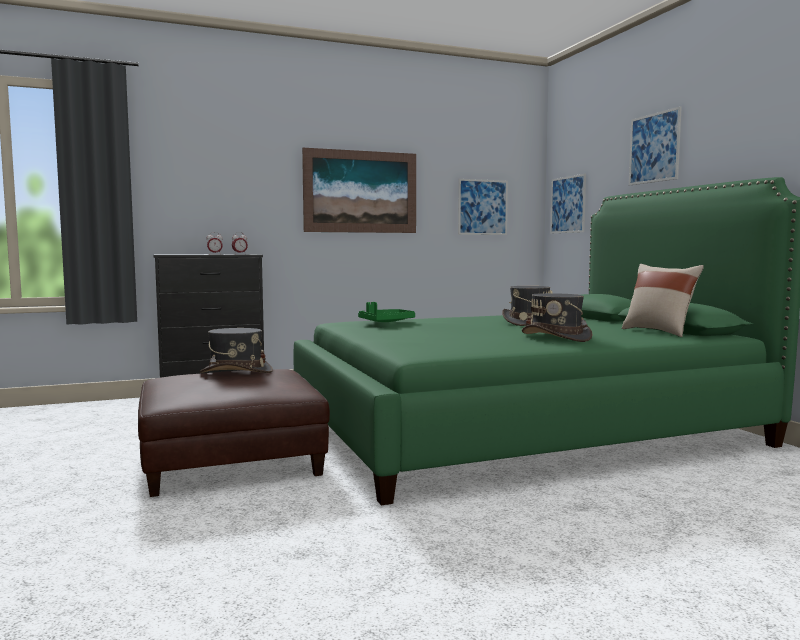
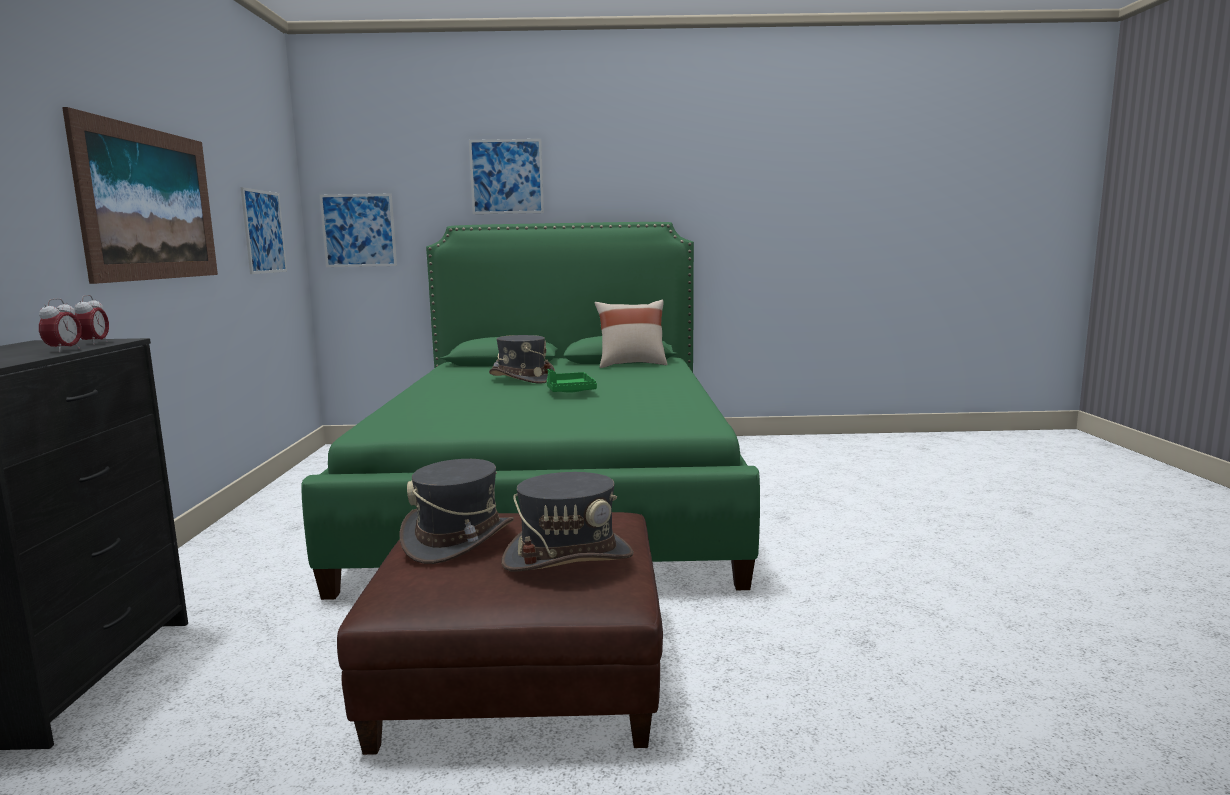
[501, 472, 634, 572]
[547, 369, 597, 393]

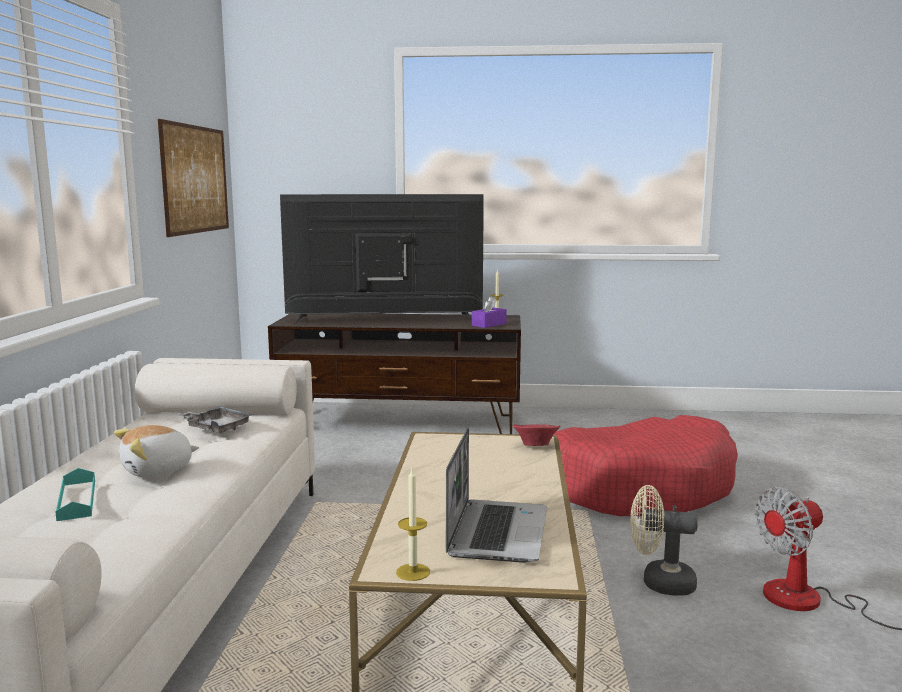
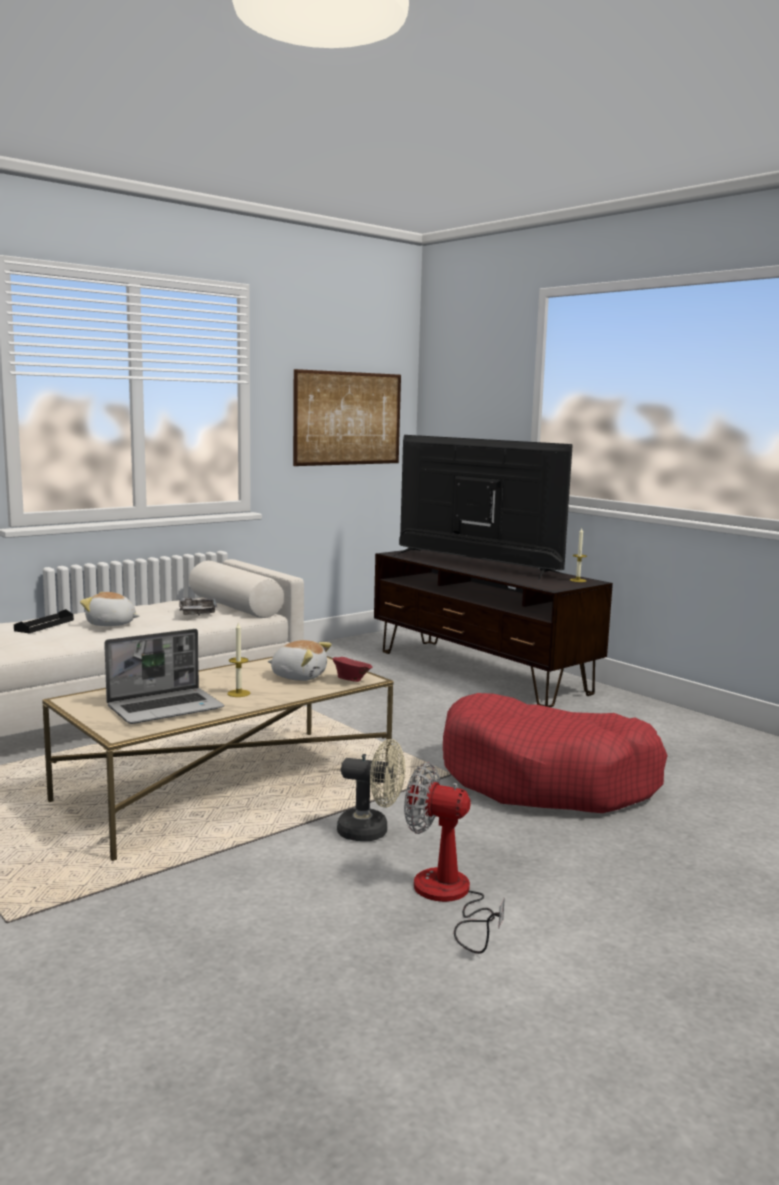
[472, 296, 507, 328] (first image)
[14, 609, 74, 633]
[227, 623, 250, 697]
[337, 739, 405, 841]
[267, 640, 332, 681]

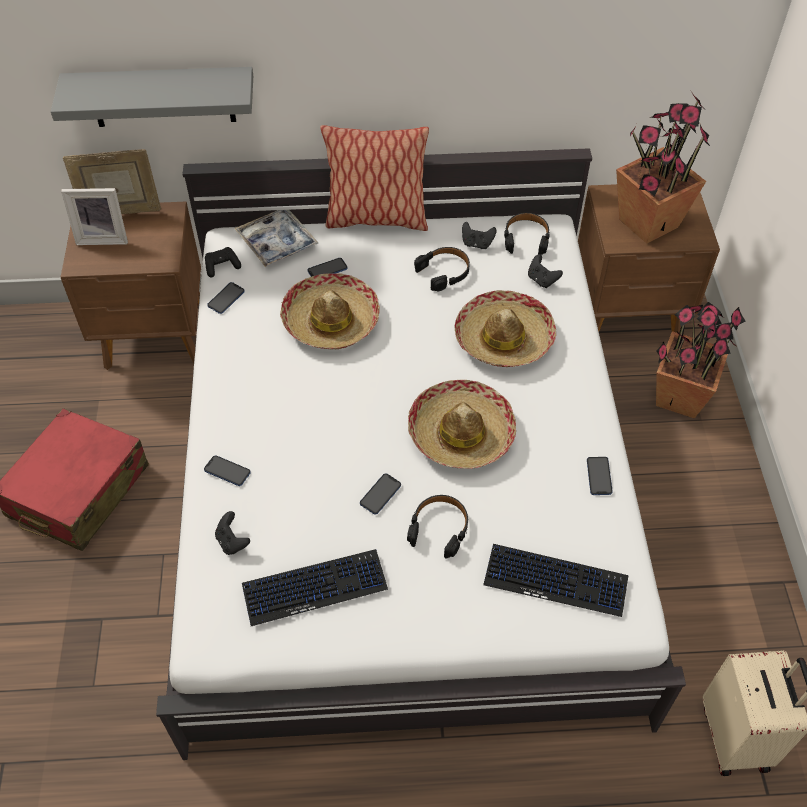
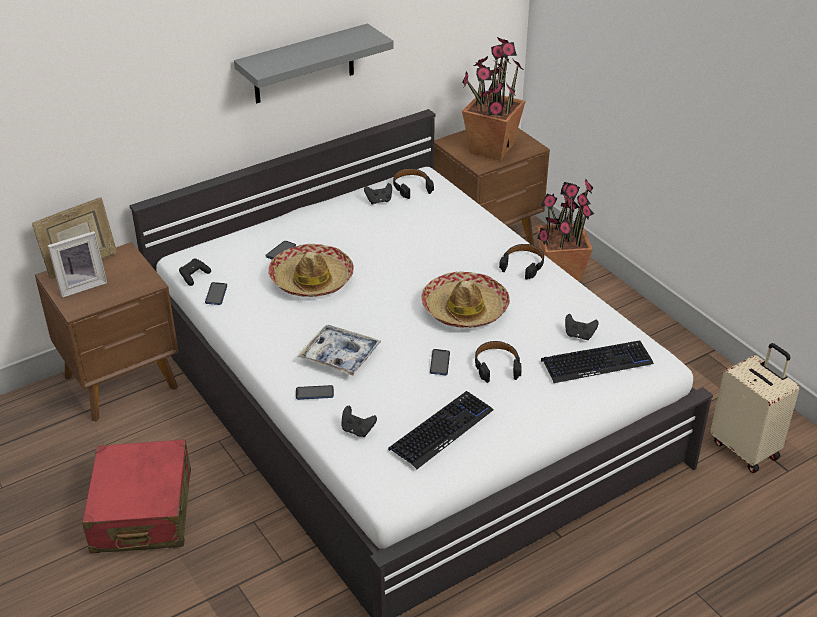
[234, 23, 393, 103]
[320, 125, 429, 231] (first image)
[297, 325, 381, 376]
[499, 244, 544, 280]
[565, 314, 599, 340]
[454, 290, 556, 367] (first image)
[587, 457, 613, 495] (first image)

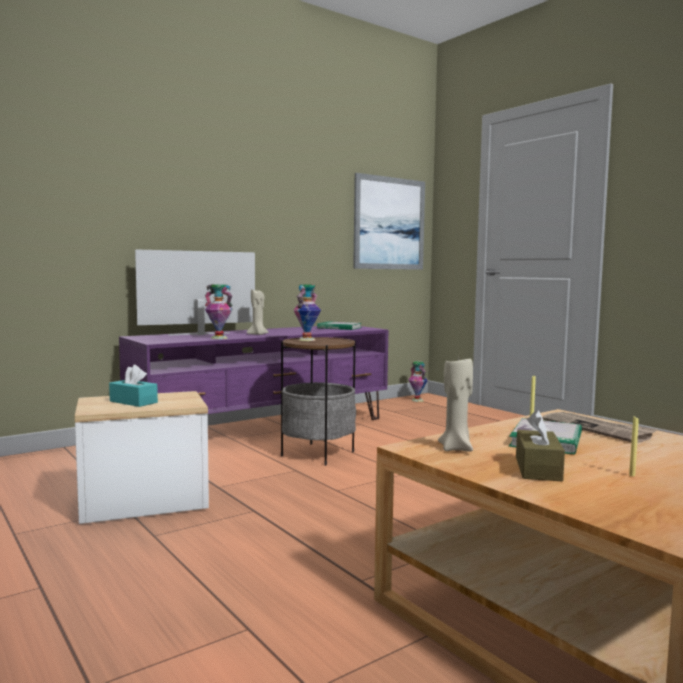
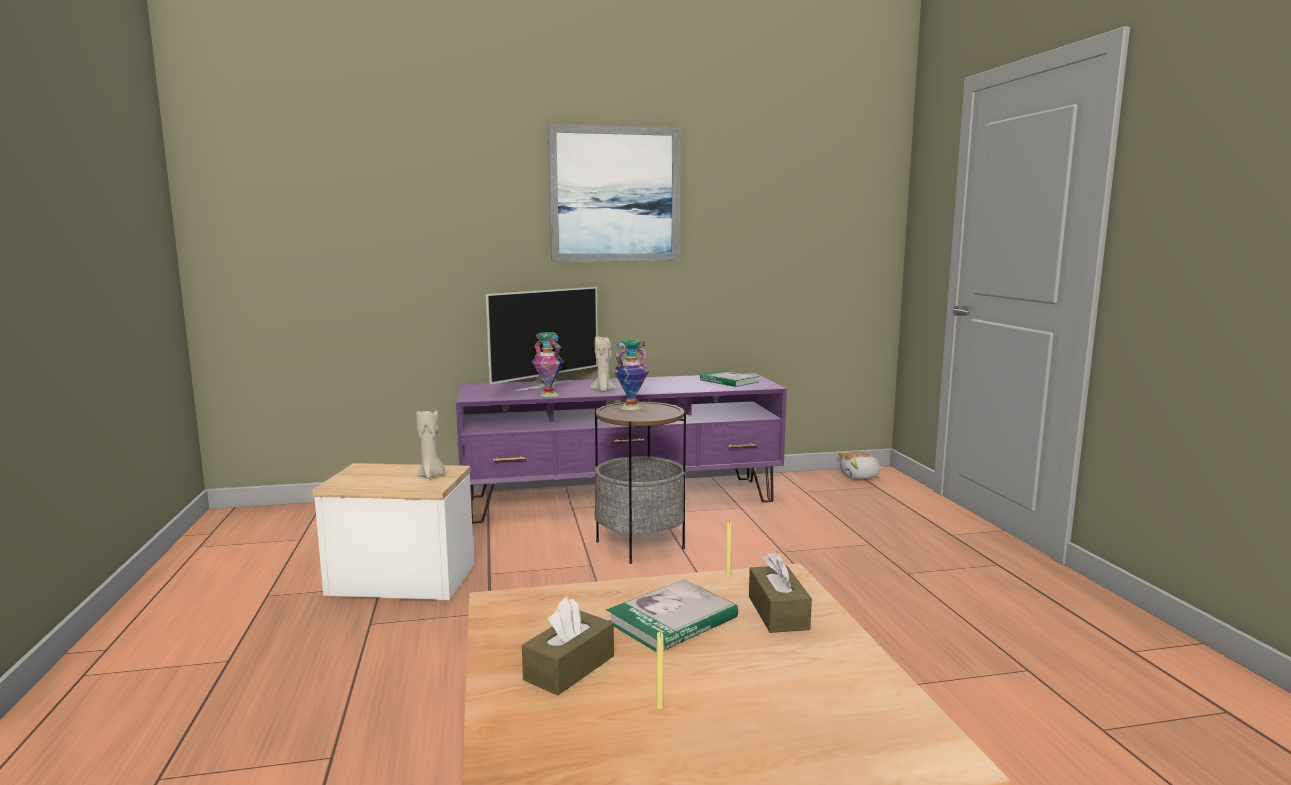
[548, 124, 680, 262]
[486, 287, 597, 391]
[416, 411, 445, 479]
[838, 451, 883, 480]
[109, 365, 158, 407] (first image)
[749, 551, 812, 633]

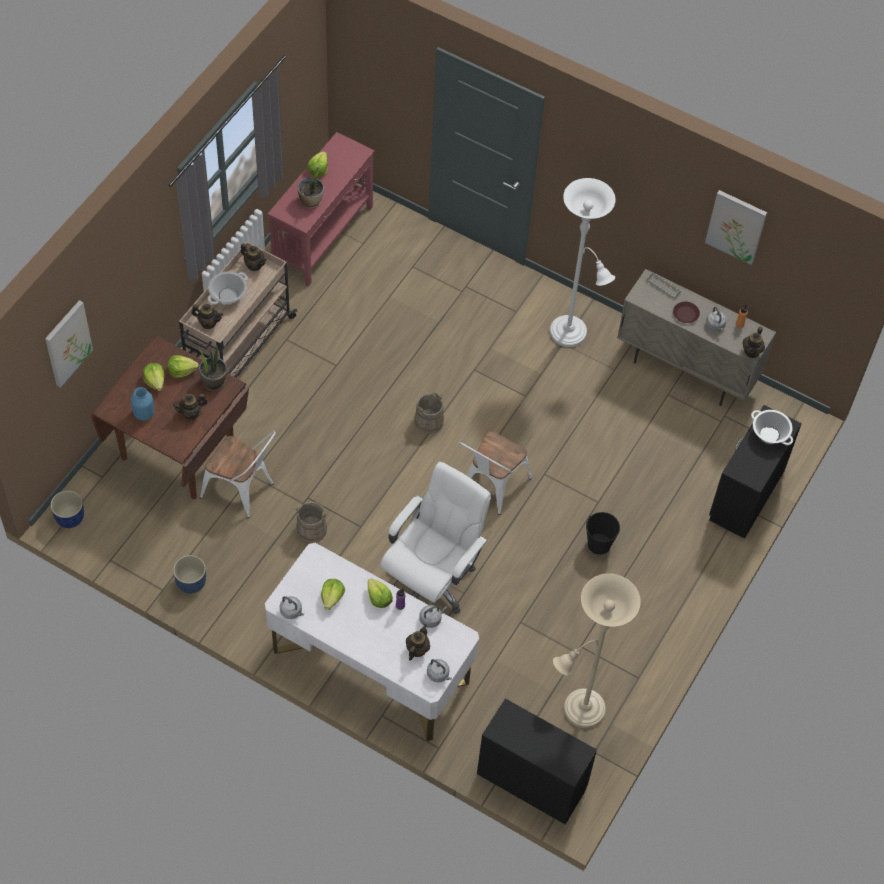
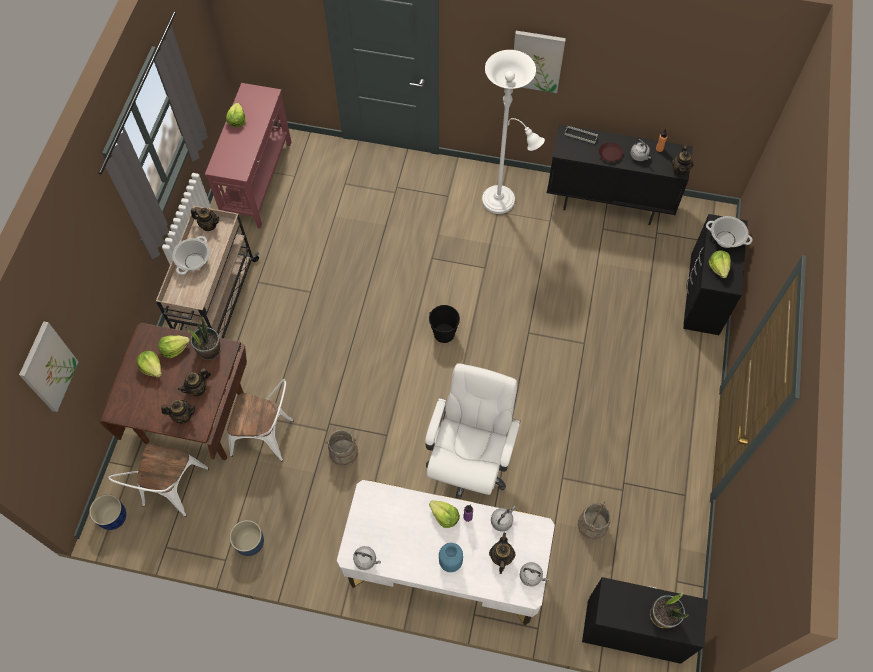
[650, 592, 689, 628]
[514, 31, 566, 93]
[547, 124, 693, 225]
[161, 400, 196, 424]
[439, 543, 463, 572]
[578, 501, 611, 540]
[108, 443, 209, 517]
[429, 305, 460, 343]
[553, 573, 641, 728] (first image)
[709, 250, 731, 278]

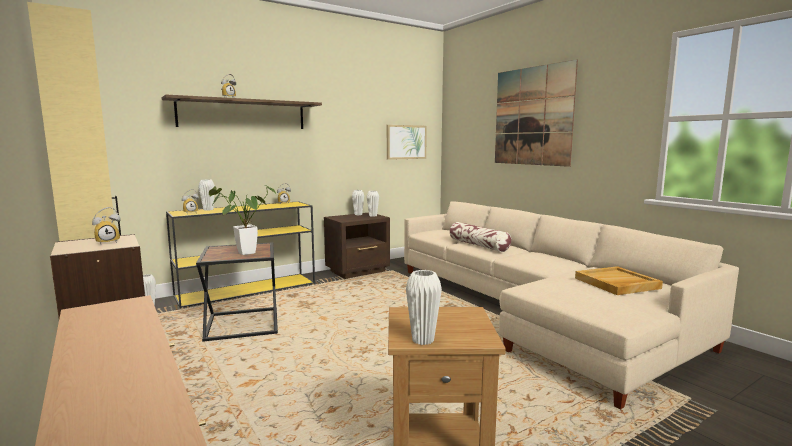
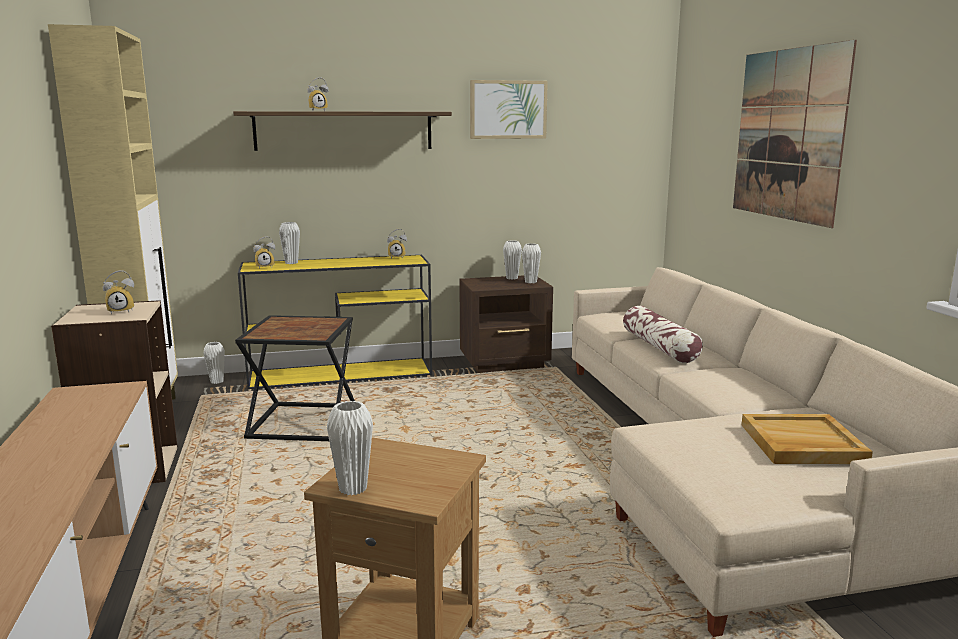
[470, 80, 548, 139]
[209, 185, 276, 255] (first image)

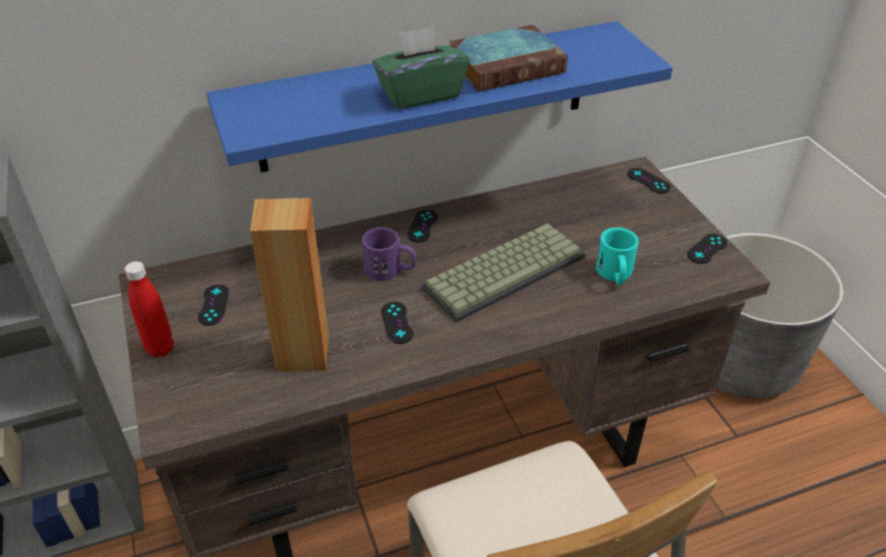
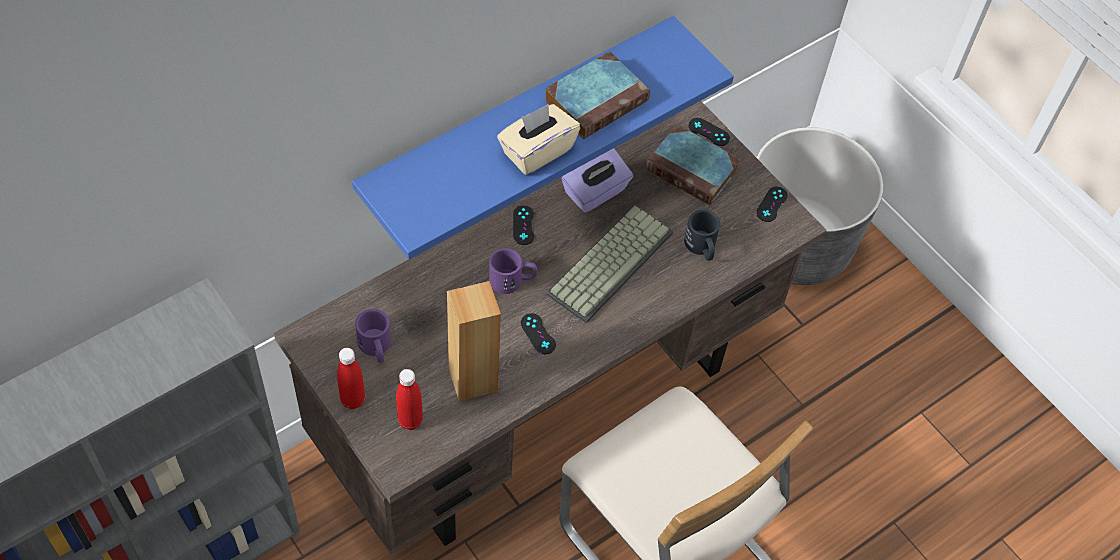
[497, 104, 580, 175]
[684, 210, 720, 261]
[355, 309, 391, 363]
[646, 125, 741, 205]
[561, 148, 633, 213]
[396, 369, 423, 430]

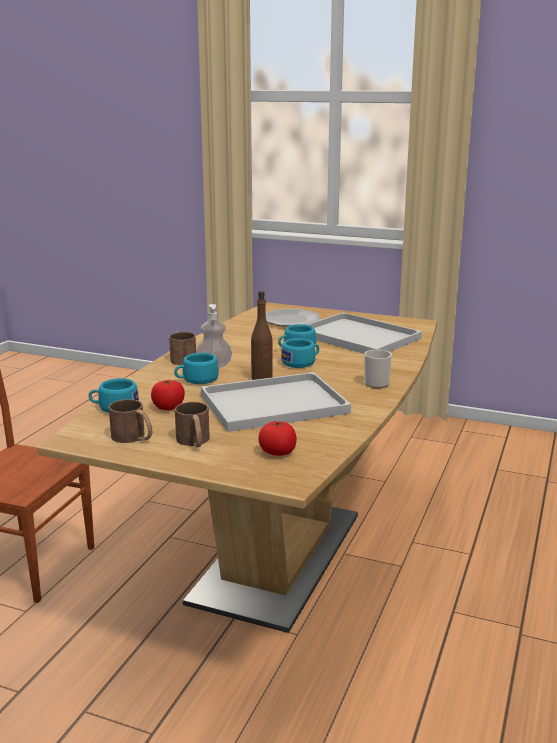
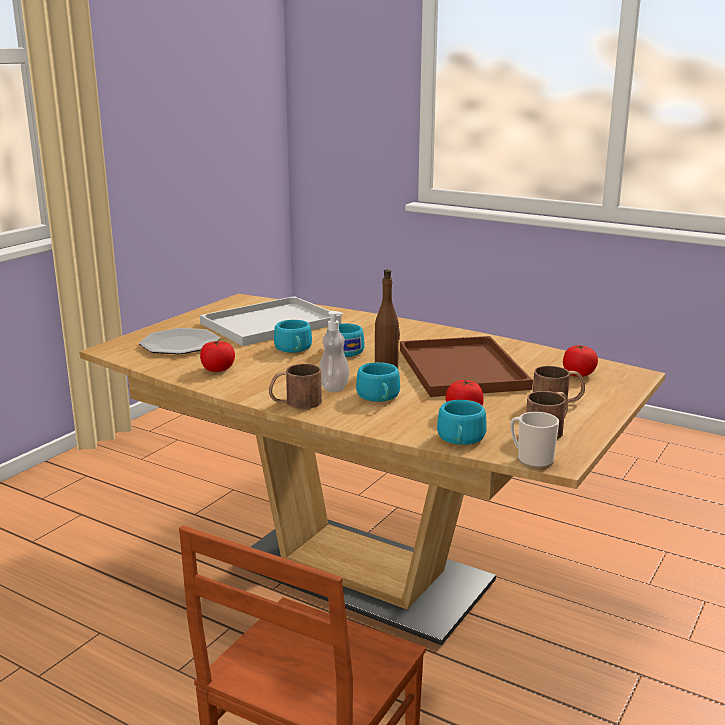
[510, 412, 559, 468]
[400, 336, 533, 397]
[200, 341, 235, 372]

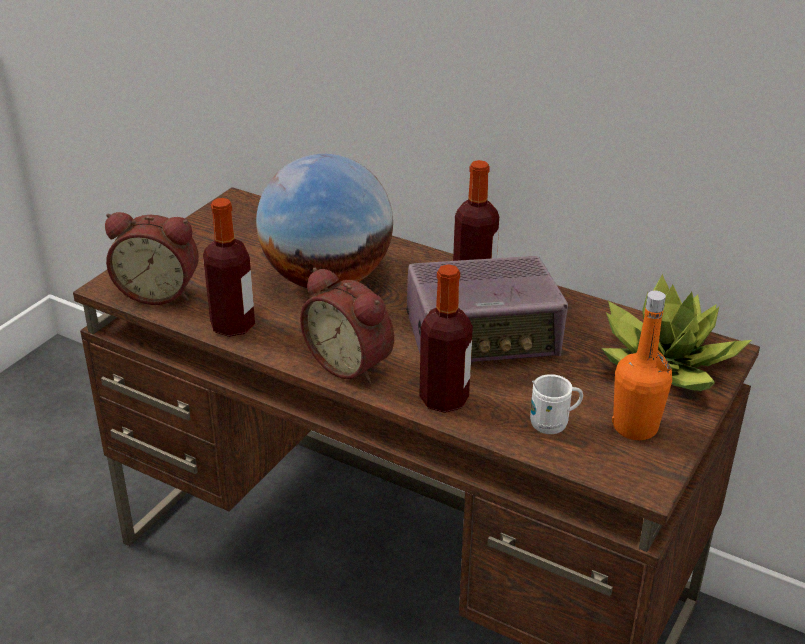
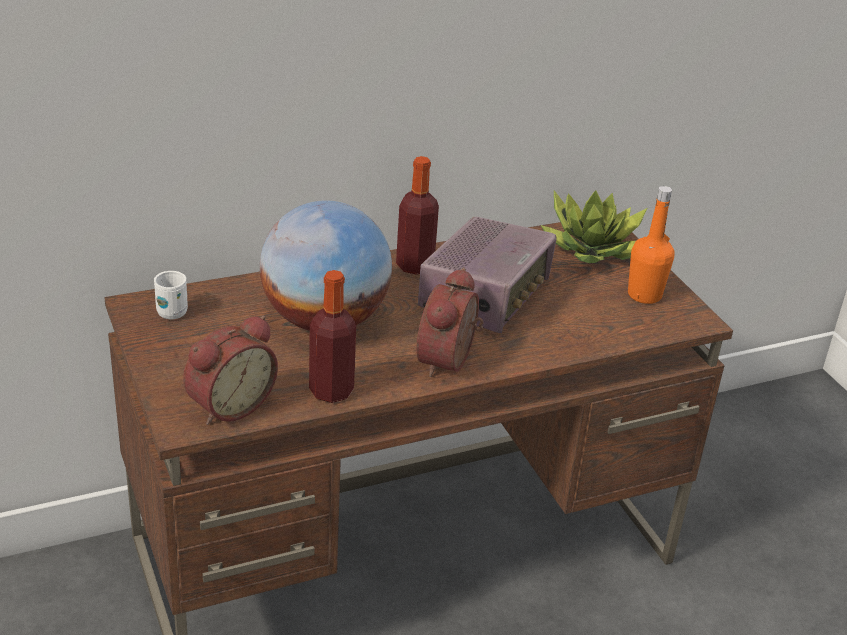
[420, 264, 473, 413] (first image)
[417, 267, 484, 377]
[154, 271, 188, 319]

